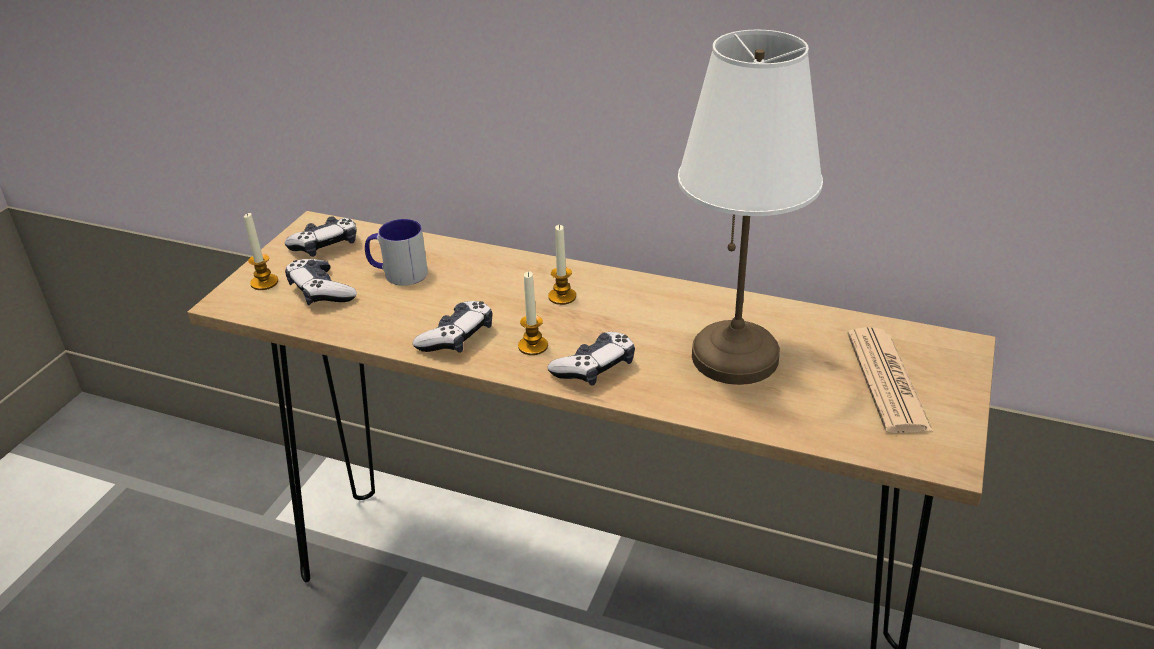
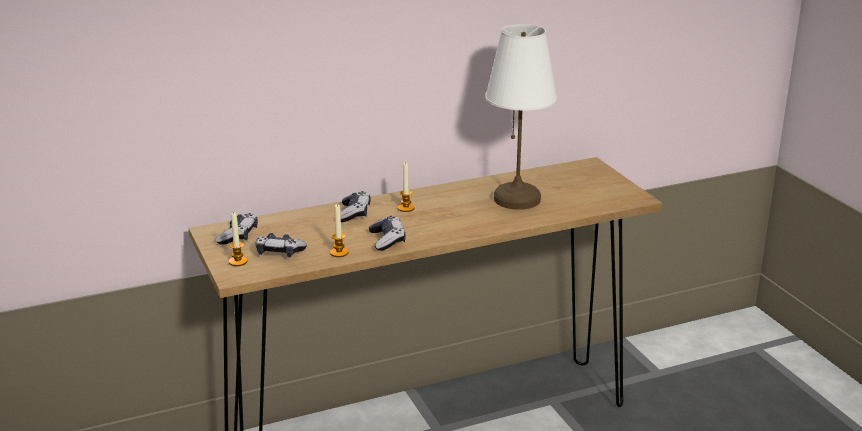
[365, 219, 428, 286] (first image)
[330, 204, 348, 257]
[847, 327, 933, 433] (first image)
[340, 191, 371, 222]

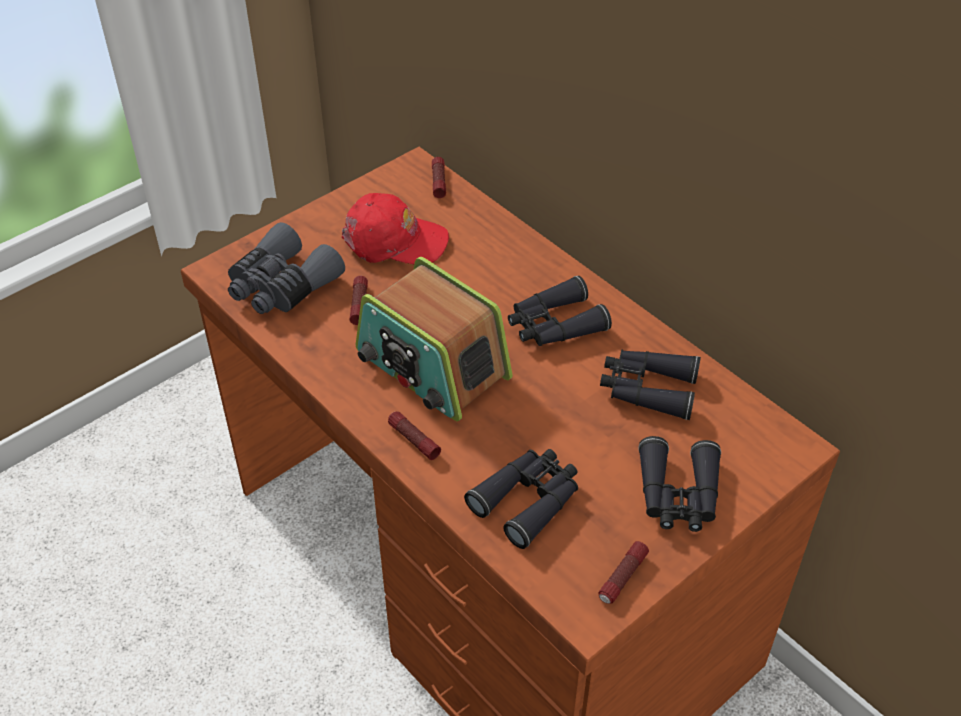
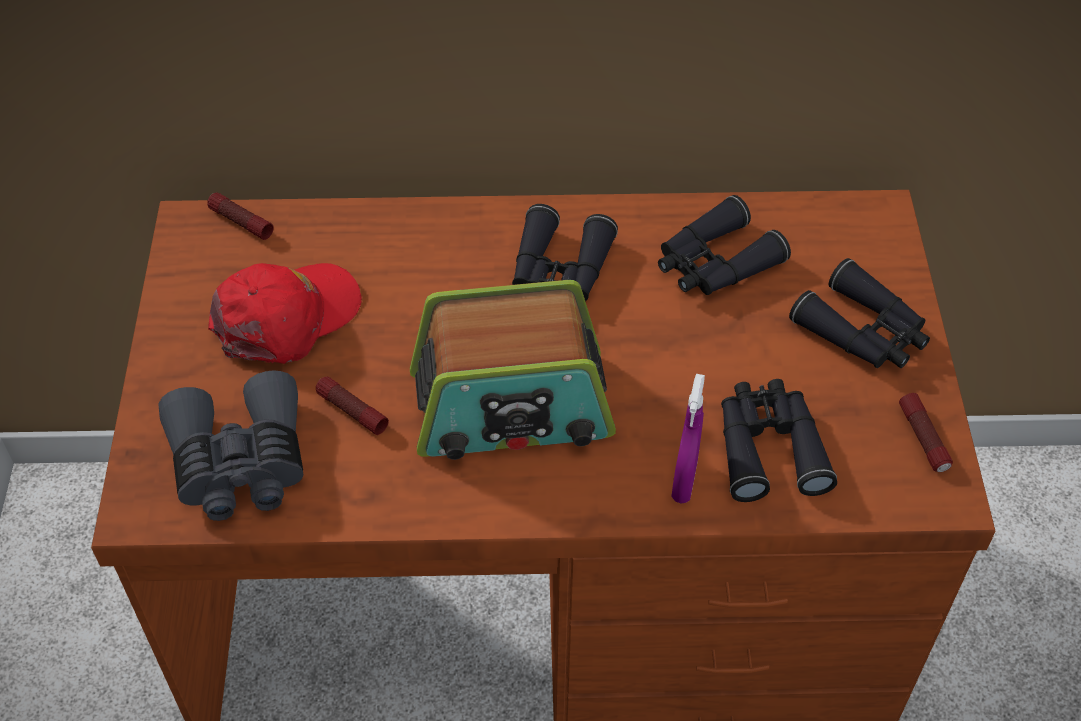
[388, 411, 441, 460] (first image)
[671, 374, 705, 503]

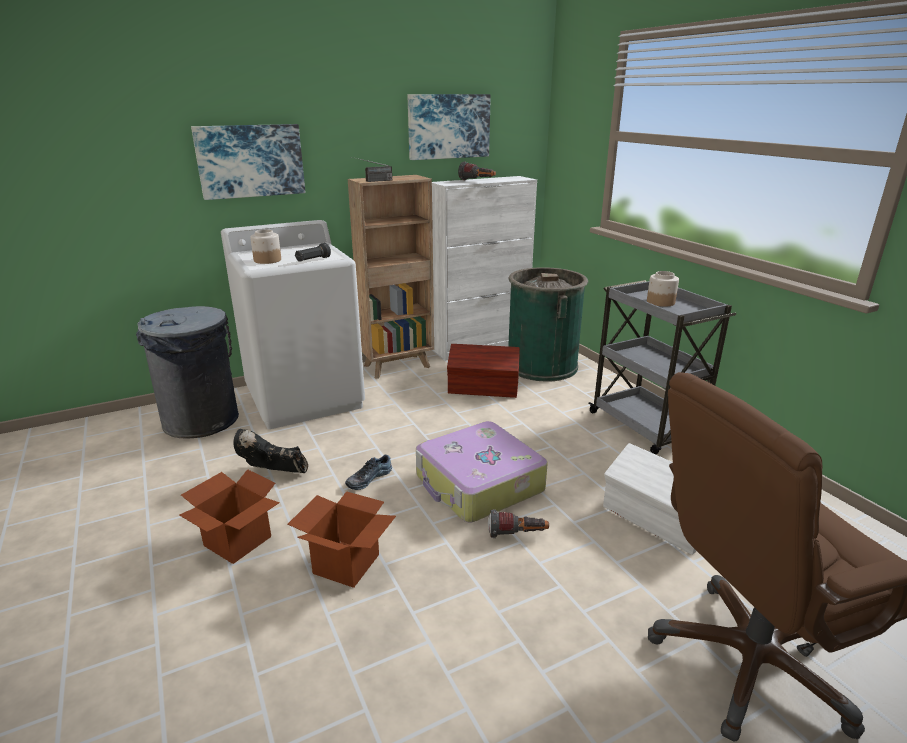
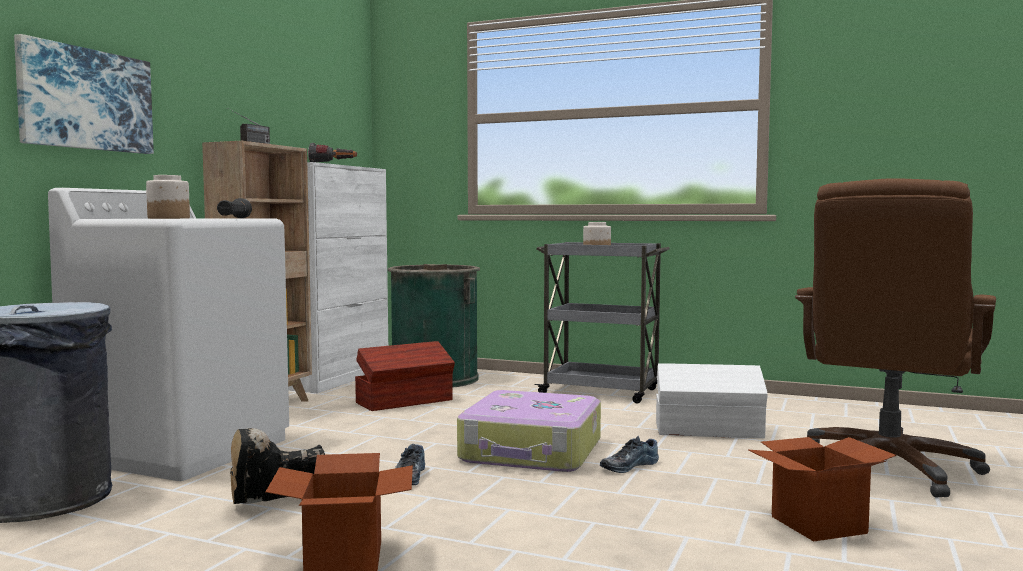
[408, 94, 491, 160] (first image)
[749, 437, 896, 541]
[600, 436, 659, 473]

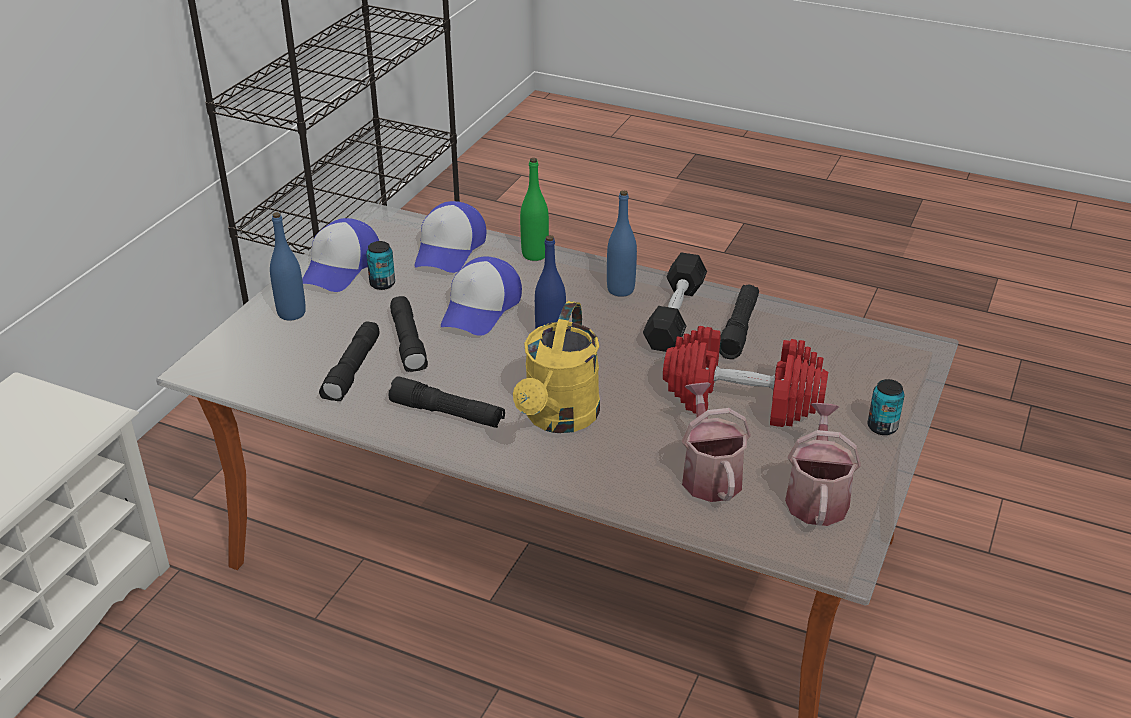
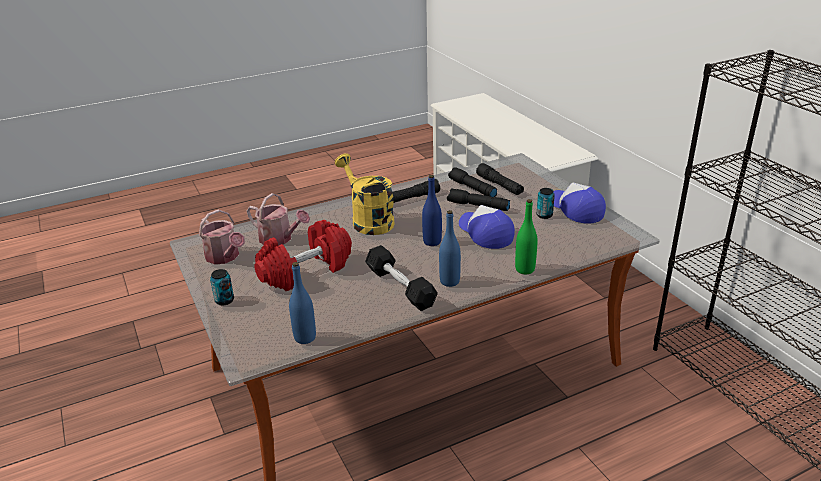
[414, 201, 486, 273] (first image)
[289, 262, 316, 344]
[476, 163, 524, 195]

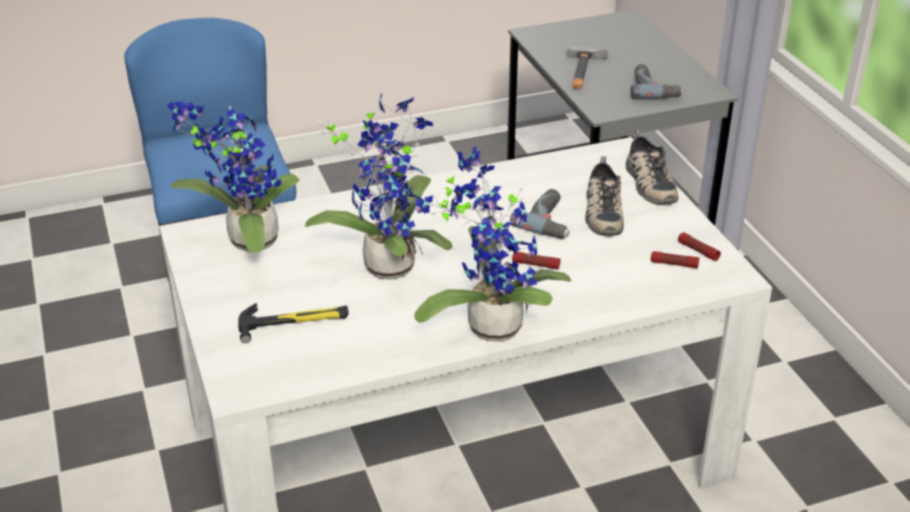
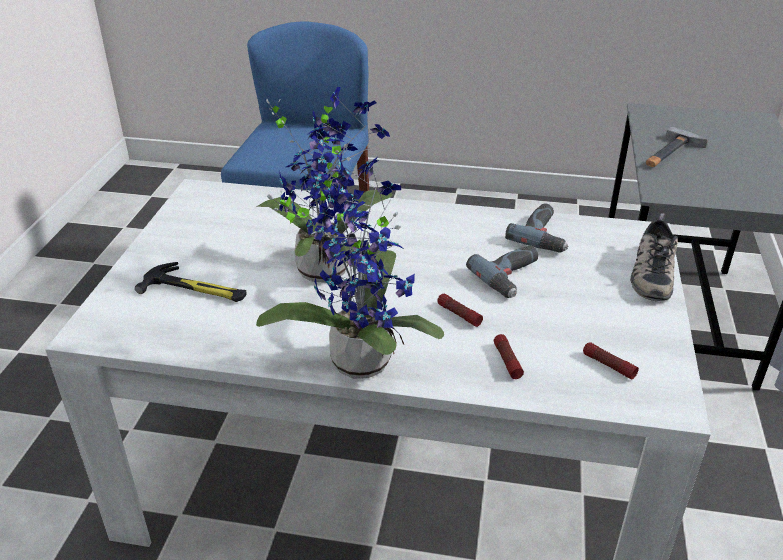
[505, 203, 569, 253]
[167, 101, 299, 253] (first image)
[585, 156, 624, 237] (first image)
[494, 334, 524, 379]

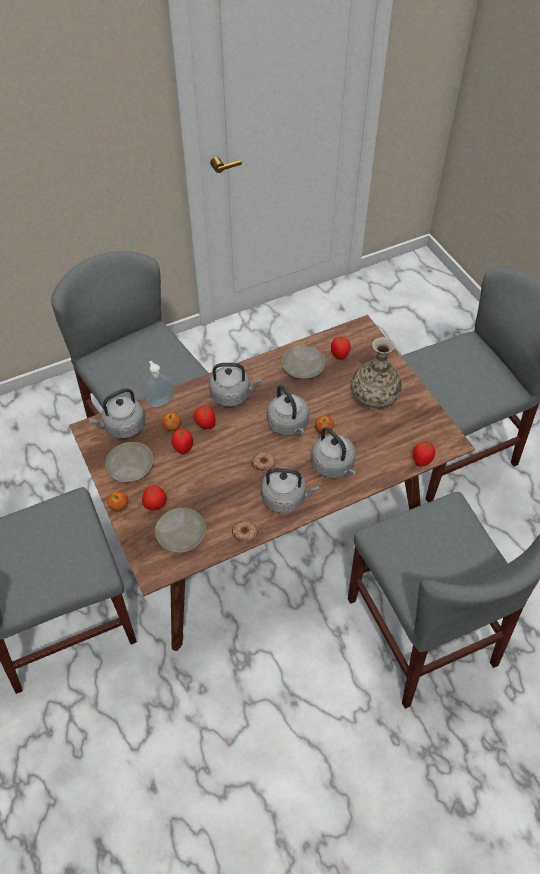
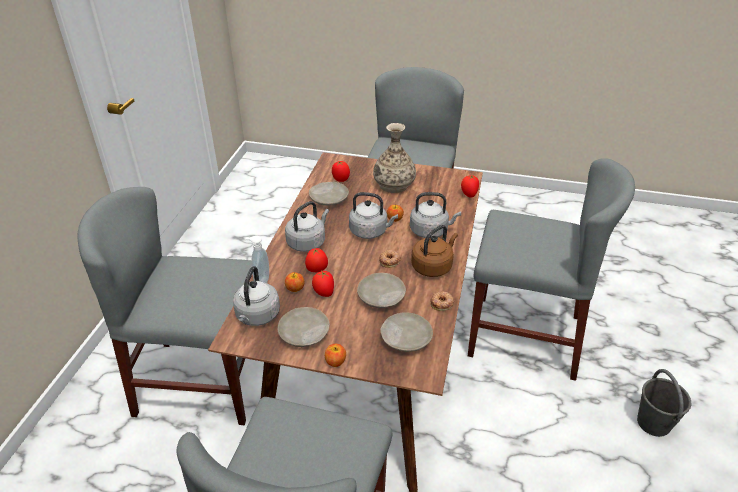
[411, 225, 458, 277]
[142, 485, 167, 510] (first image)
[357, 273, 406, 308]
[637, 369, 691, 437]

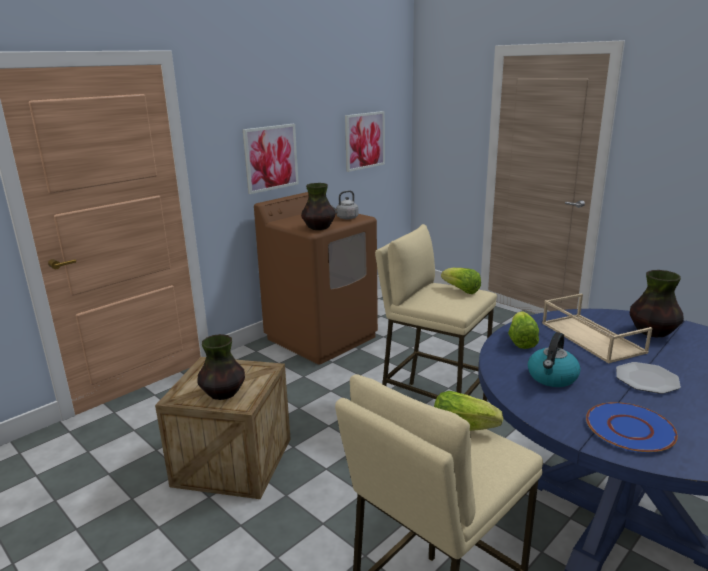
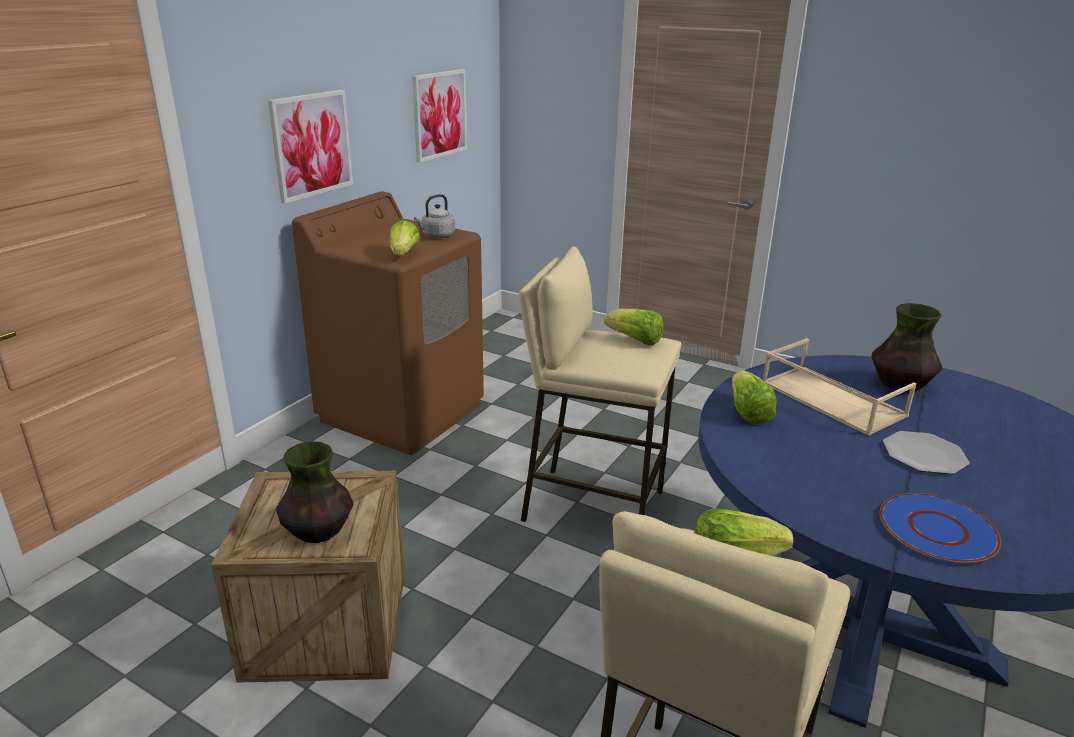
[390, 220, 420, 256]
[528, 332, 580, 387] (first image)

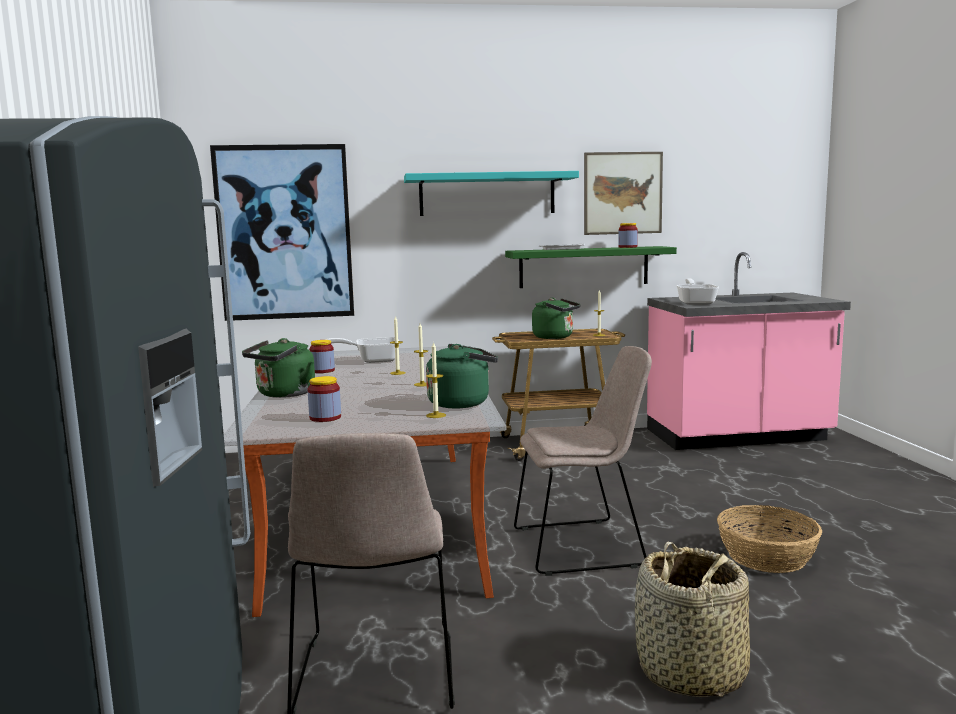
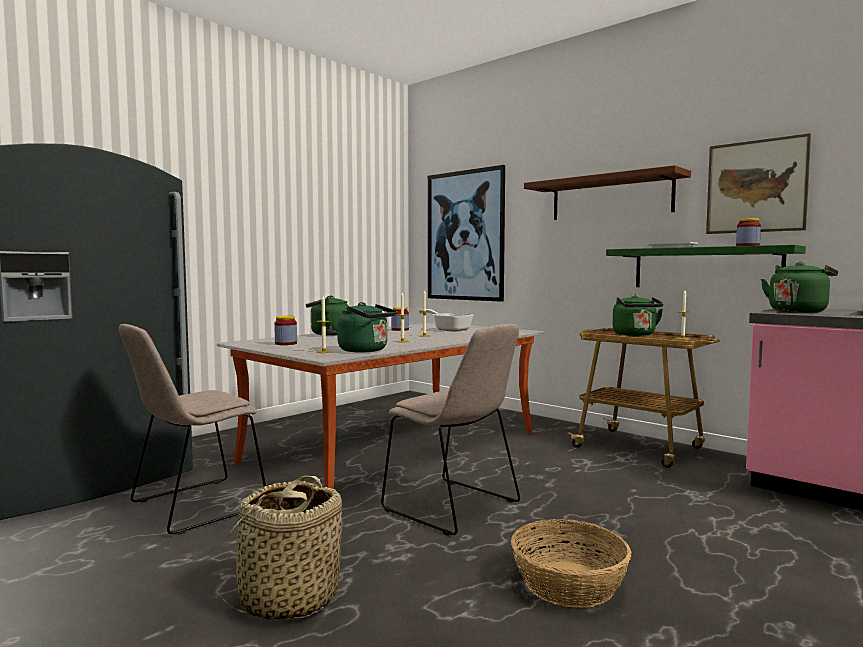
[524, 165, 691, 220]
[761, 262, 838, 313]

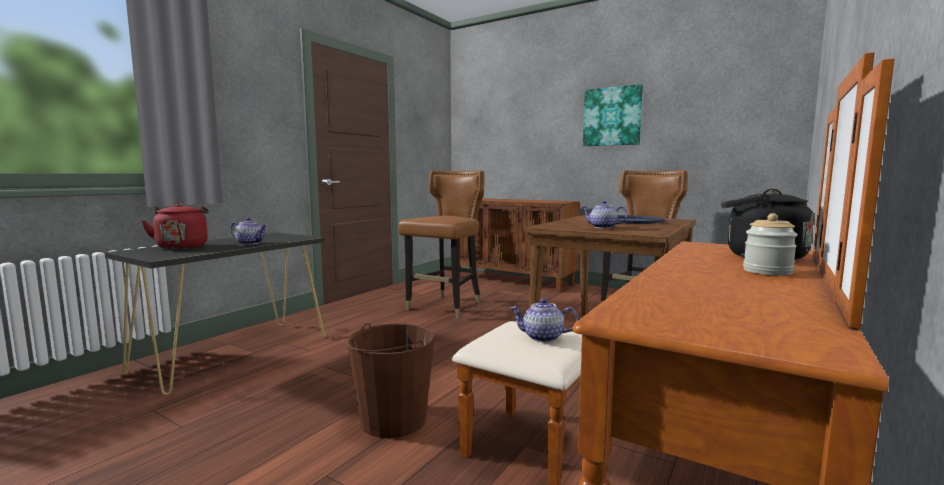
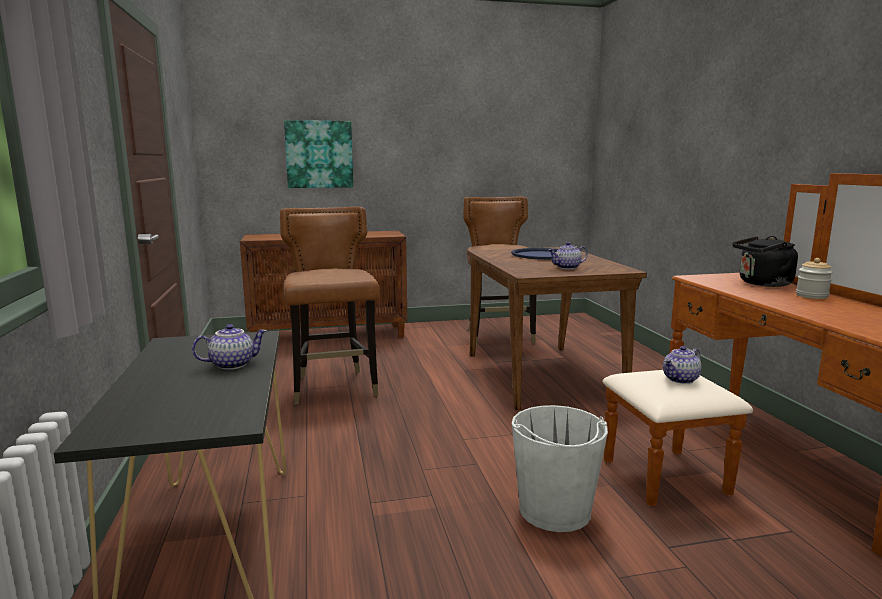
[284, 120, 353, 188]
[141, 203, 209, 249] (first image)
[512, 405, 608, 532]

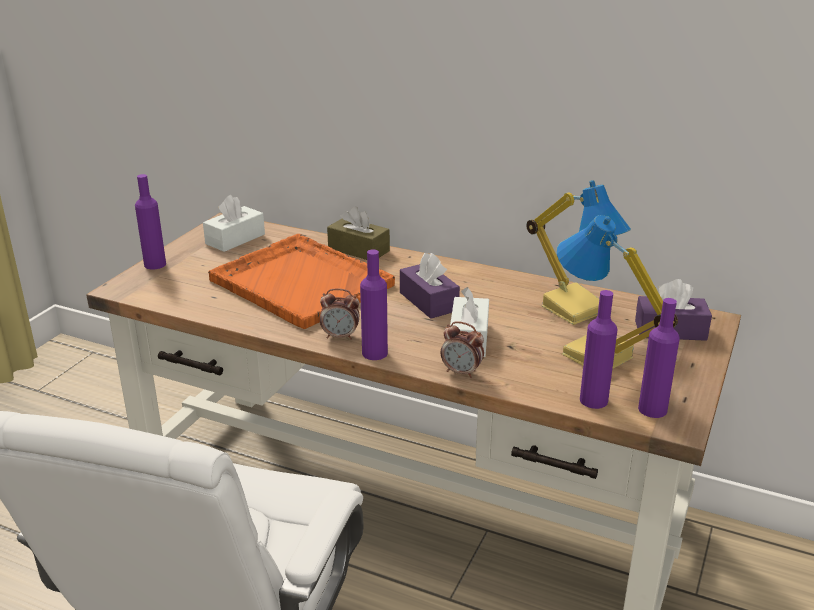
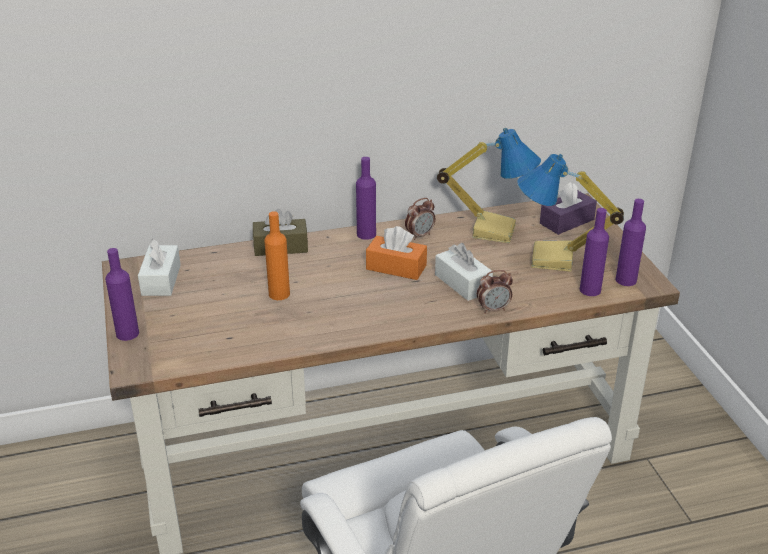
[264, 211, 290, 300]
[356, 157, 376, 240]
[366, 226, 427, 280]
[405, 198, 435, 240]

